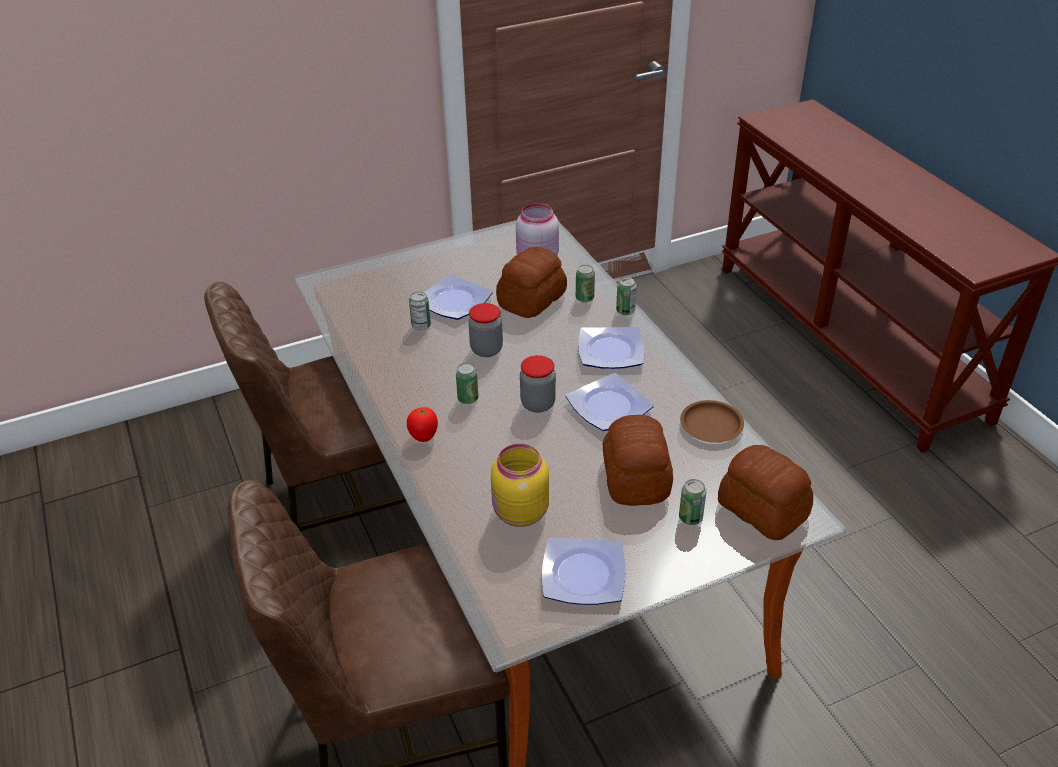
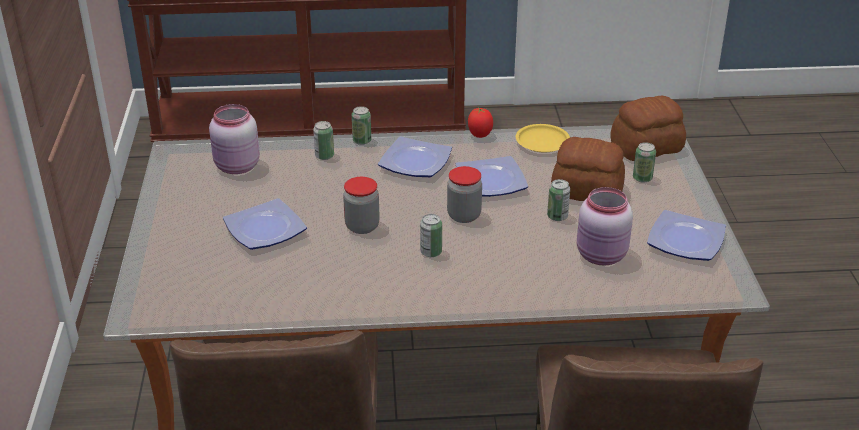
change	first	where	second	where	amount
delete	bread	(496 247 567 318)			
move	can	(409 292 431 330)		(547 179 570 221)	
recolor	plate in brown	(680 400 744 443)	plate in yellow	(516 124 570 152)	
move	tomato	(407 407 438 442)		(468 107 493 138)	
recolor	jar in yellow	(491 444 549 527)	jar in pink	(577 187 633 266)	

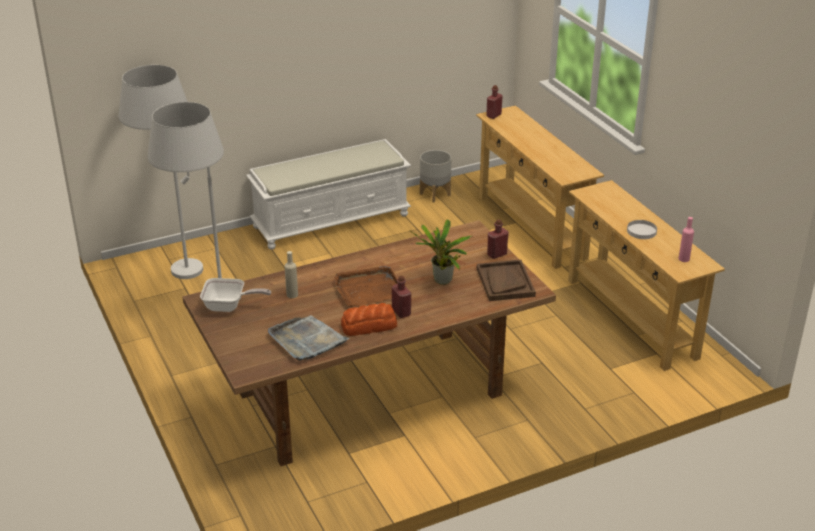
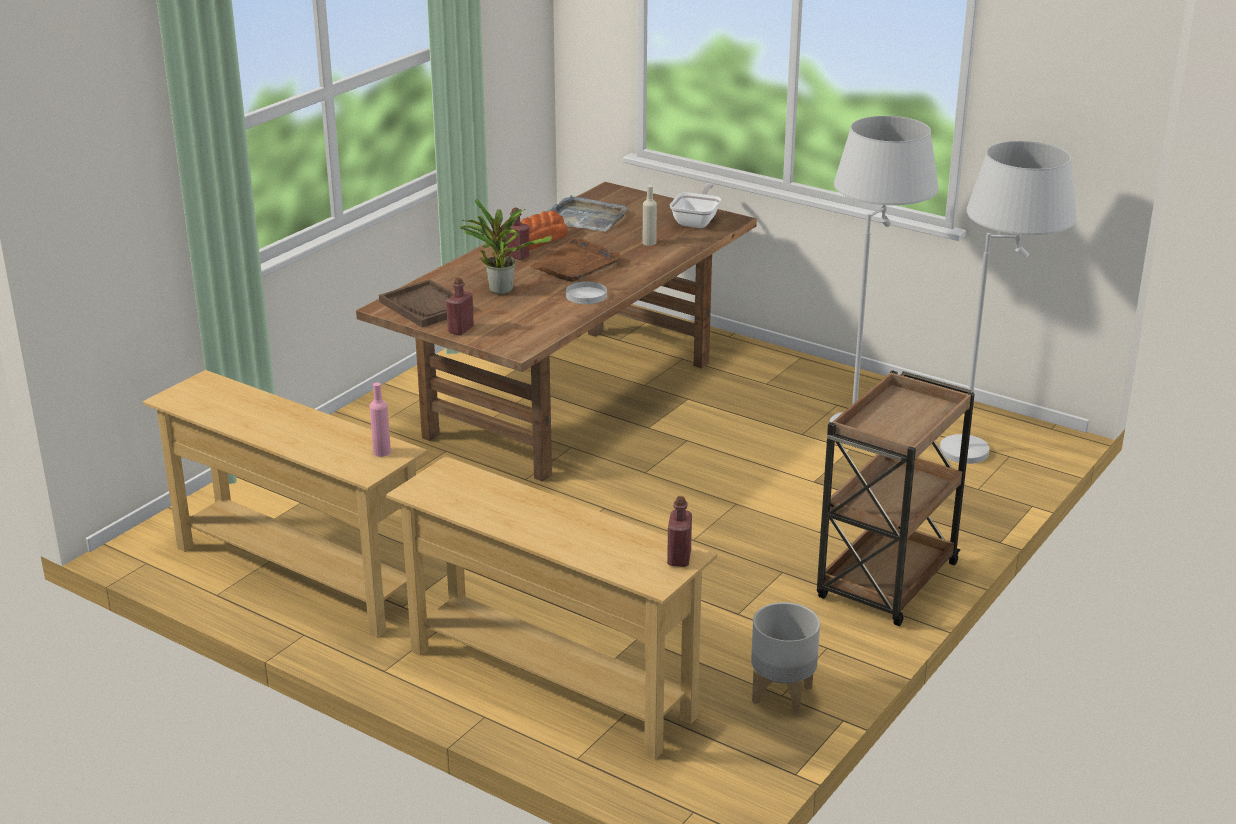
change	first	where	second	where	amount
replace	bench in white	(246 139 411 249)	cart in brown	(817 370 975 626)	
move	bottle in pink	(679 217 694 262)		(370 383 391 457)	
move	plate in white	(627 220 657 239)		(566 281 607 304)	
rotate	frying pan	(200 278 271 312)		(670 183 721 228)	135 degrees clockwise

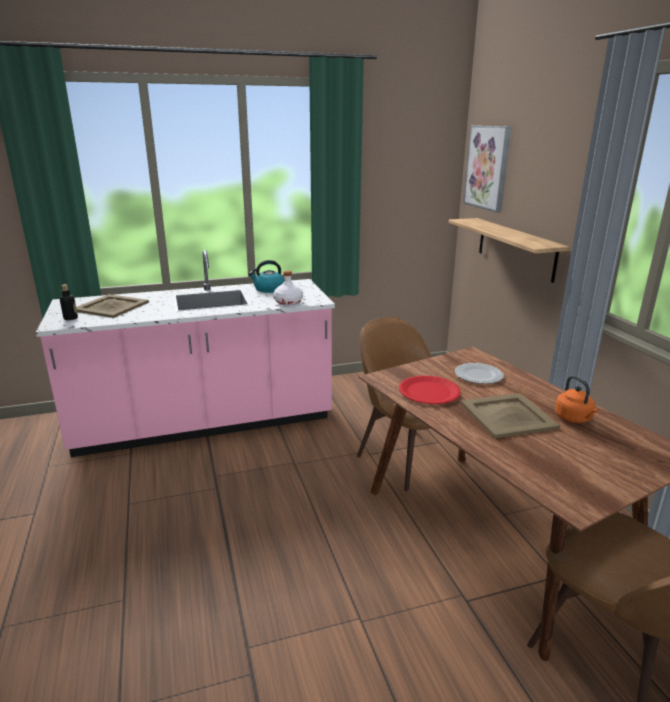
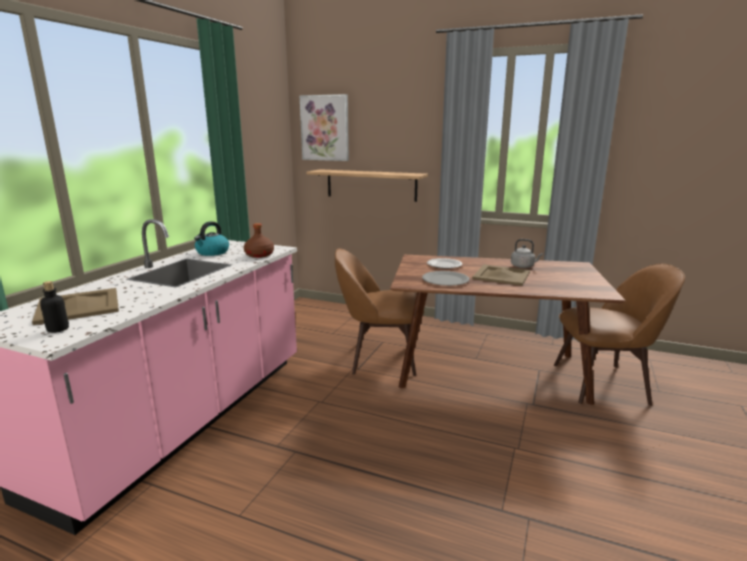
change	first	where	second	where	amount
recolor	bottle in white	(273 271 303 305)	bottle in brown	(244 223 274 258)	
recolor	plate in red	(399 376 461 404)	plate in grey	(422 271 469 286)	
recolor	kettle in orange	(555 376 599 423)	kettle in grey	(511 239 543 268)	

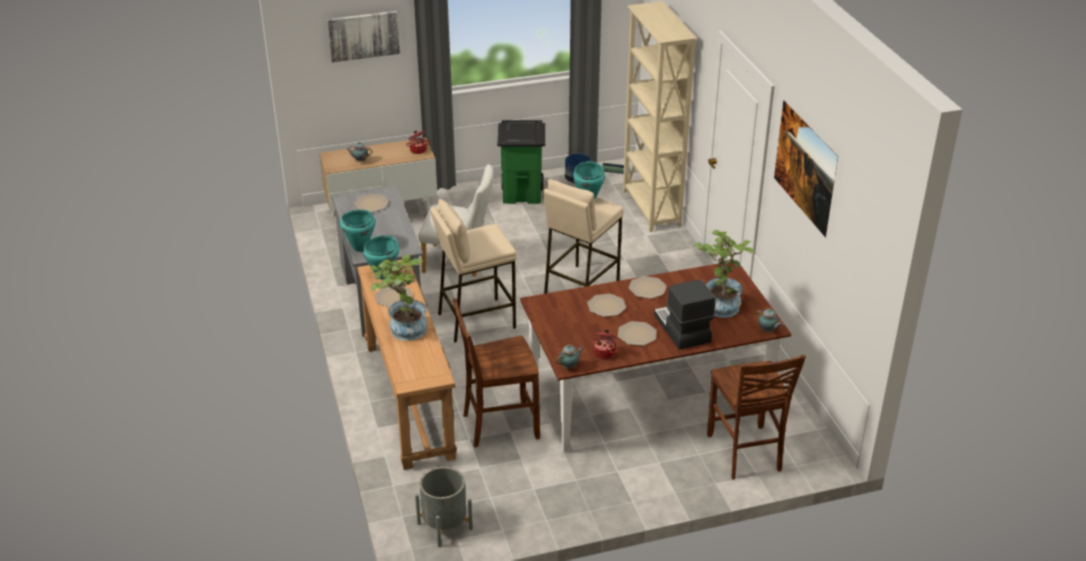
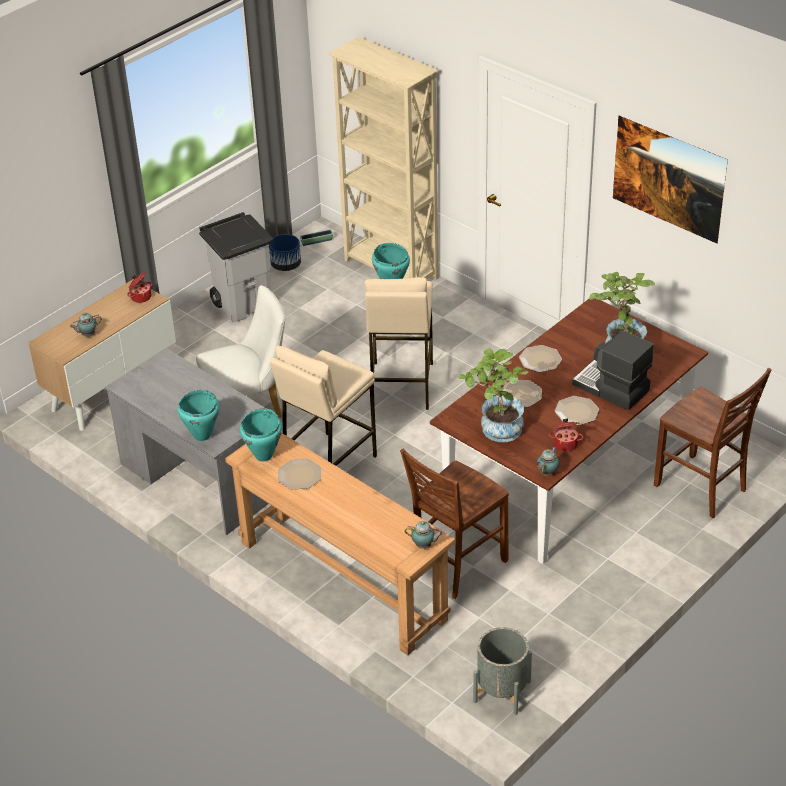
change	first	where	second	where	amount
delete	picture	(327 11 400 62)			
recolor	trash can in green	(497 120 545 204)	trash can in grey	(199 212 274 322)	
delete	plate	(354 194 389 212)			
move	potted plant	(370 254 427 341)		(458 349 528 442)	
move	teapot	(755 308 783 332)		(404 521 443 549)	

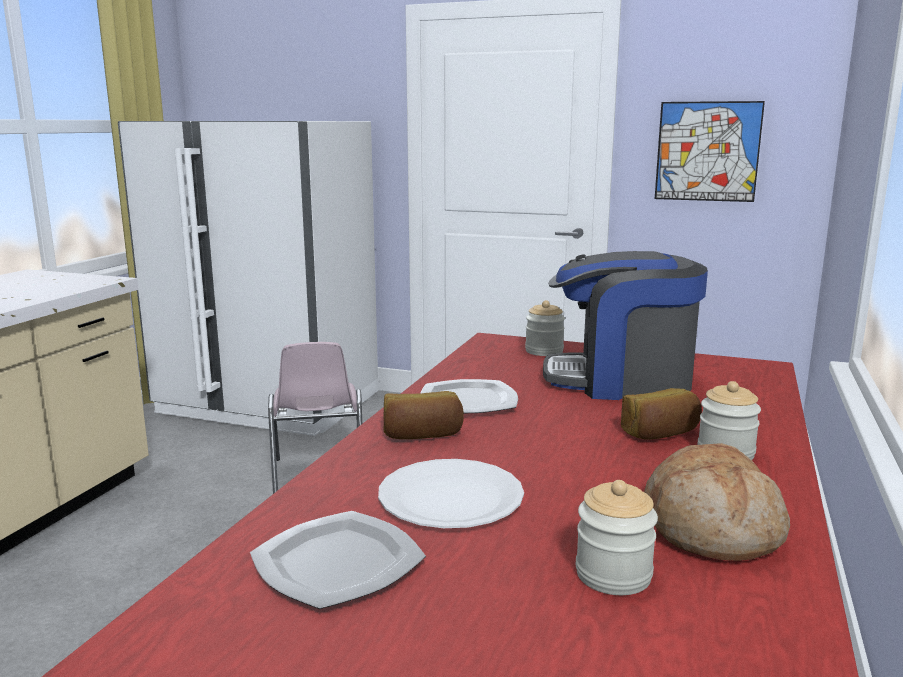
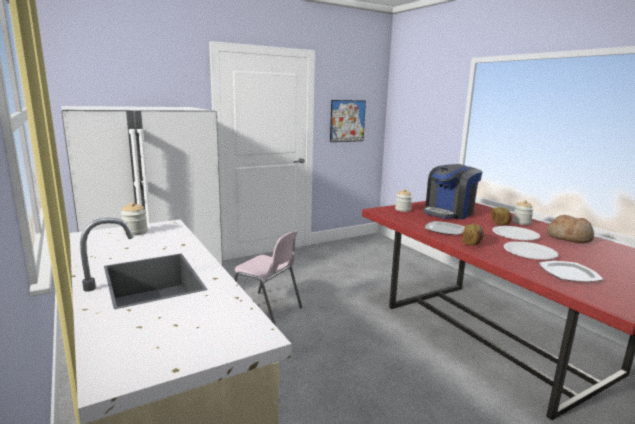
change	first	where	second	where	amount
move	jar	(576 480 658 595)		(121 202 148 236)	
insert			plate in white	(492 226 540 240)	

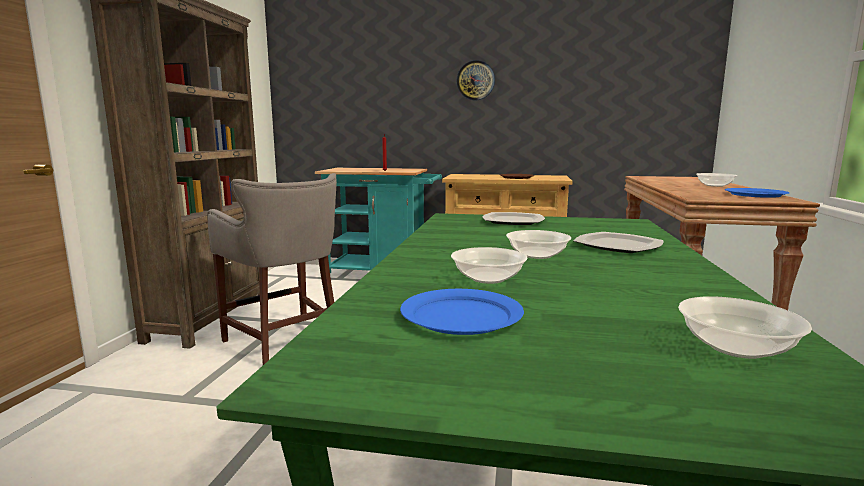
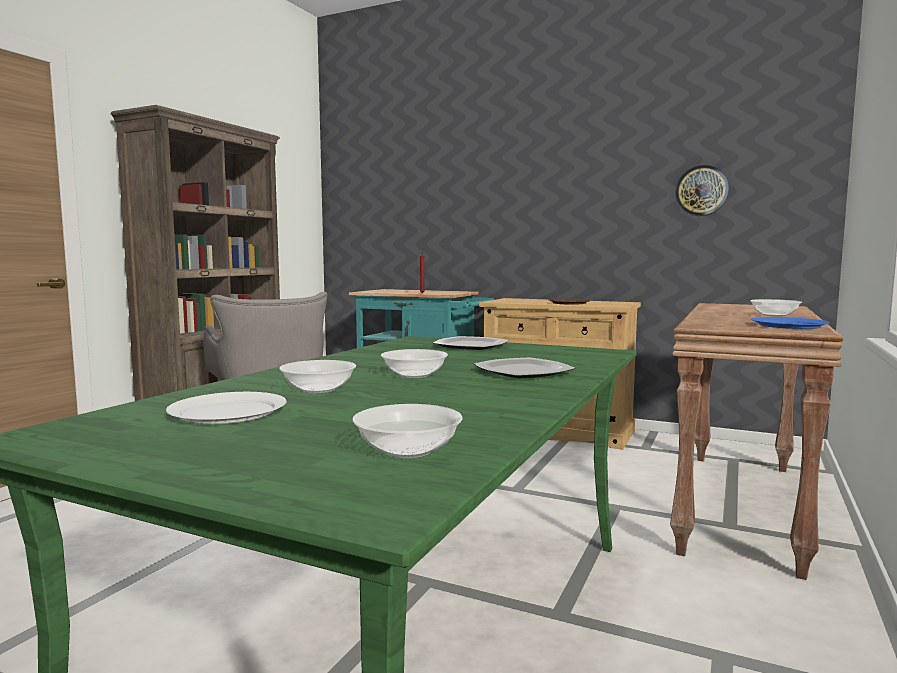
change	first	where	second	where	amount
move	wall clock	(457 60 495 101)		(675 165 729 216)	
recolor	plate in blue	(400 289 524 335)	plate in white	(166 392 287 424)	

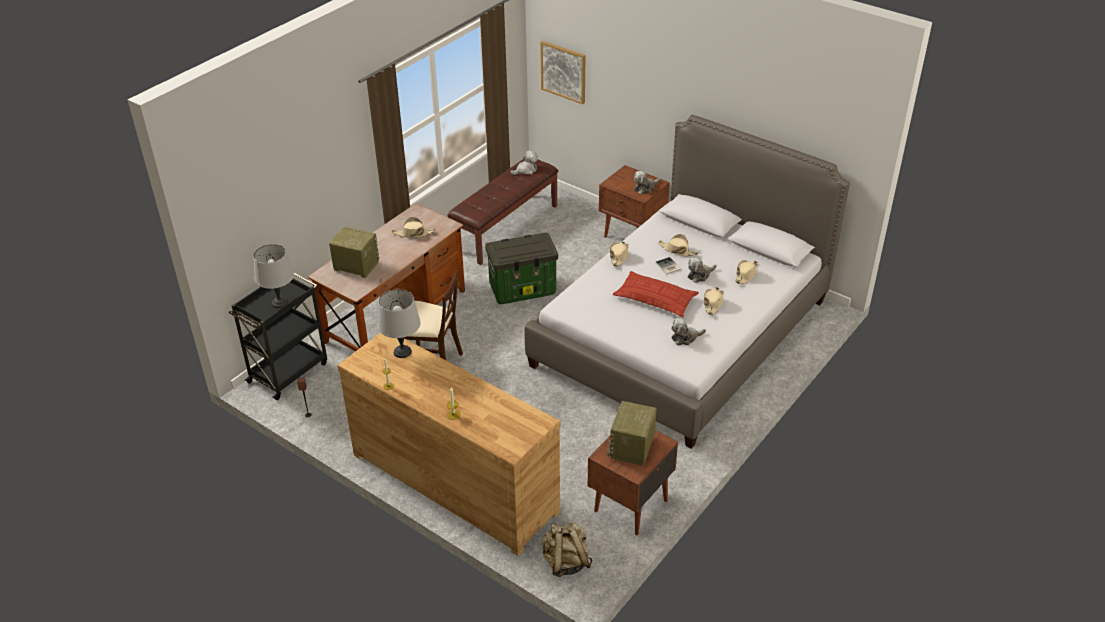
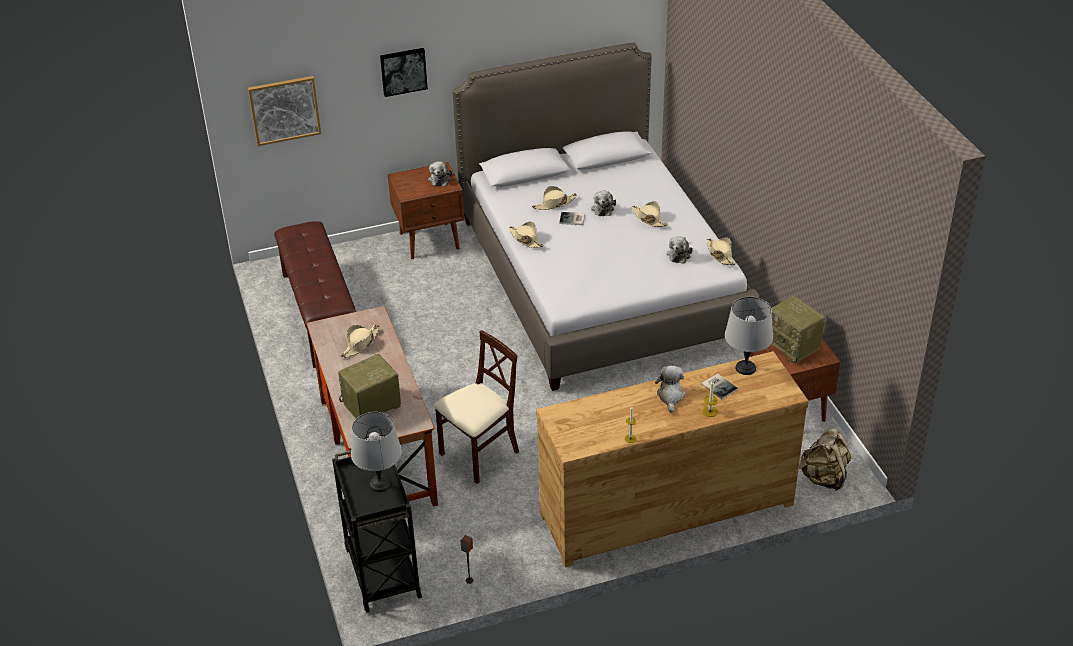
change	first	where	second	where	amount
move	plush toy	(510 150 538 175)		(655 365 686 413)	
delete	storage box	(485 233 558 304)			
move	hat in beige	(735 260 758 284)		(707 237 735 265)	
delete	pillow	(613 271 699 317)			
move	table lamp in grey	(378 289 421 358)		(725 297 773 375)	
insert			picture	(380 48 428 97)	
insert			book	(701 373 738 399)	

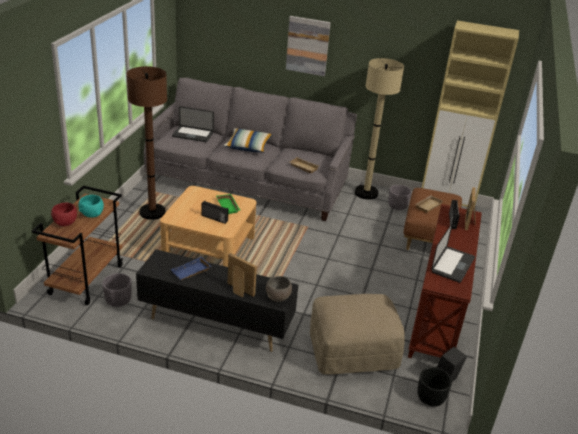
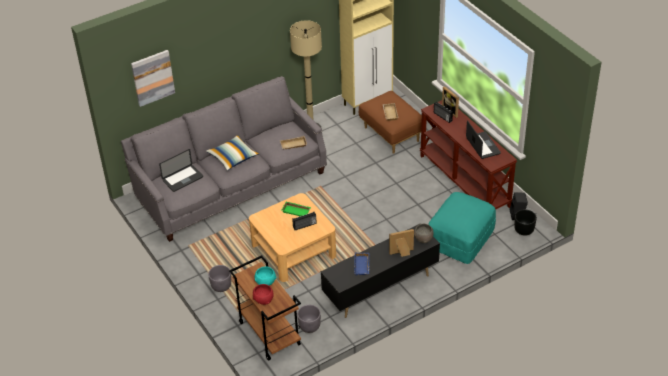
change	first	where	second	where	amount
move	picture	(286 16 331 76)		(131 50 175 107)	
delete	floor lamp in brown	(127 66 167 220)			
move	planter in grey	(388 185 412 210)		(208 265 231 292)	
recolor	ottoman in beige	(310 294 405 374)	ottoman in turquoise	(428 192 496 264)	

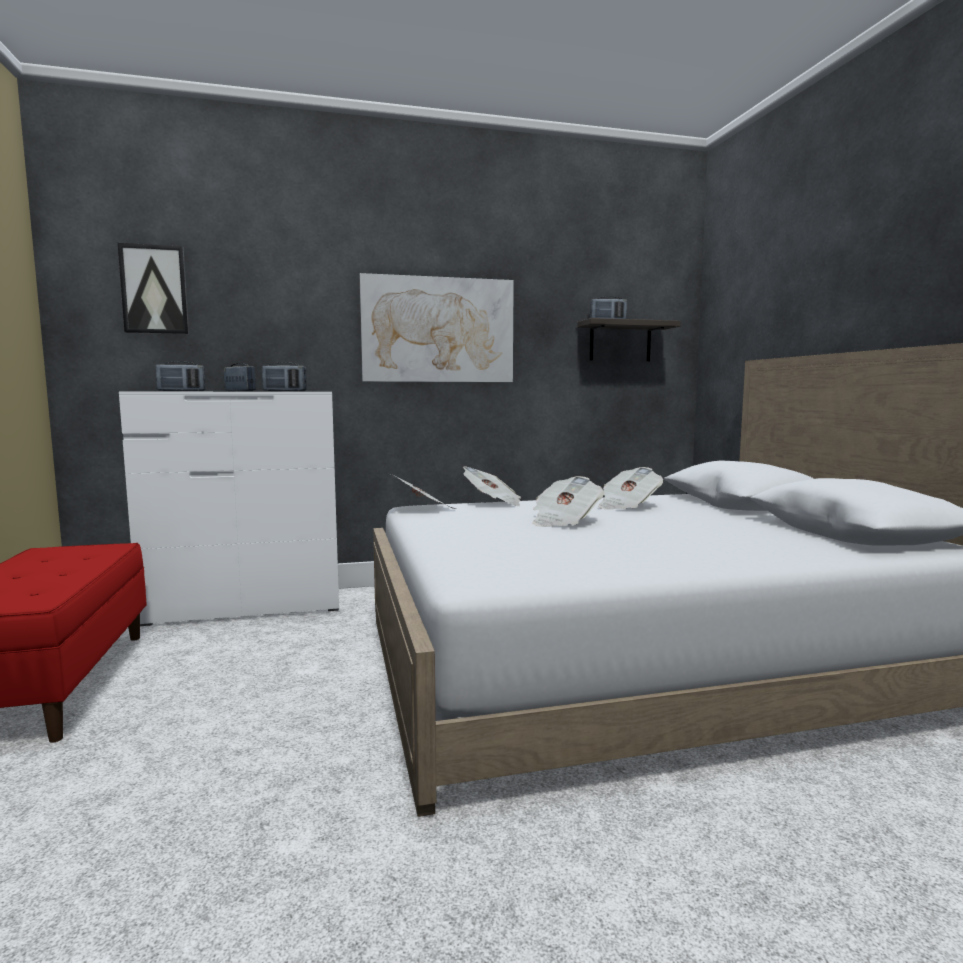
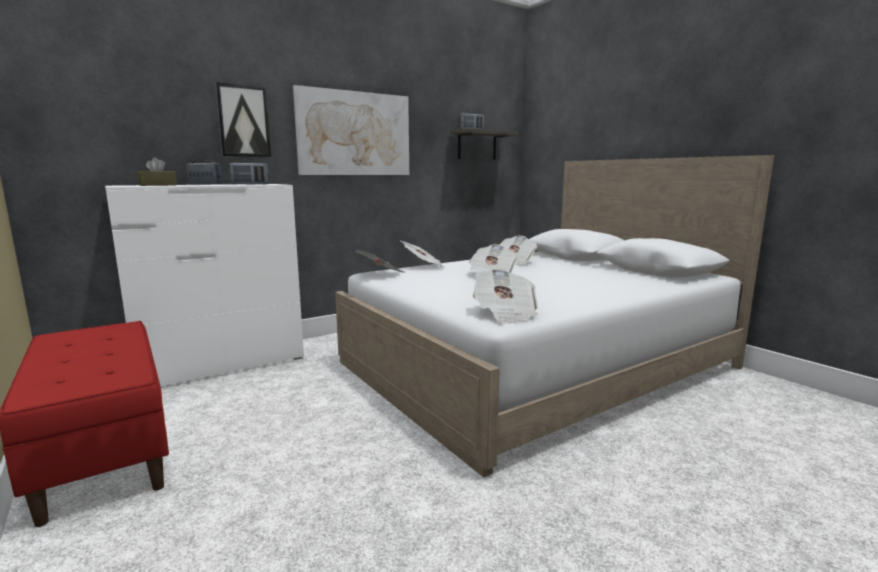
change	first	where	second	where	amount
move	picture	(118 243 189 334)		(215 82 271 157)	
replace	radio	(155 361 205 391)	tissue box in brown	(137 157 177 186)	
insert			newspaper	(473 269 538 324)	

